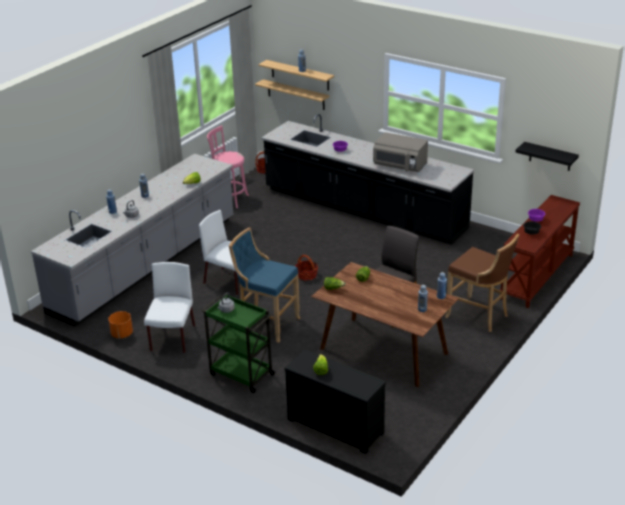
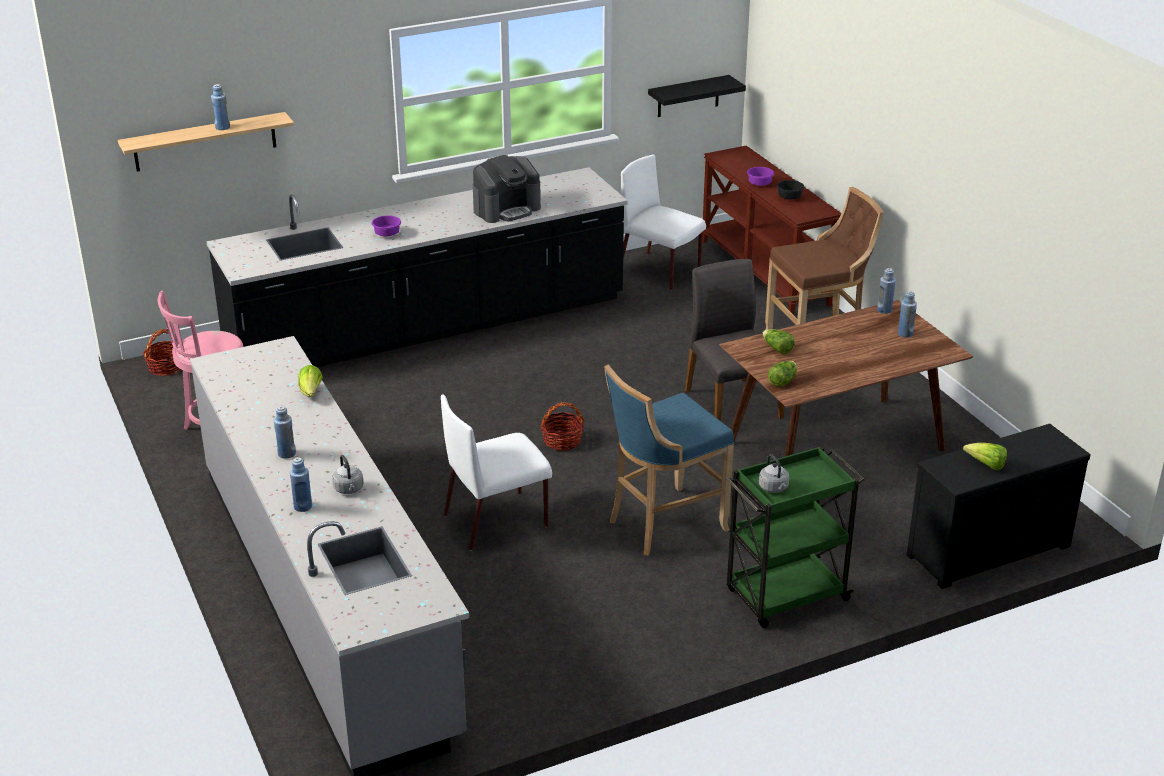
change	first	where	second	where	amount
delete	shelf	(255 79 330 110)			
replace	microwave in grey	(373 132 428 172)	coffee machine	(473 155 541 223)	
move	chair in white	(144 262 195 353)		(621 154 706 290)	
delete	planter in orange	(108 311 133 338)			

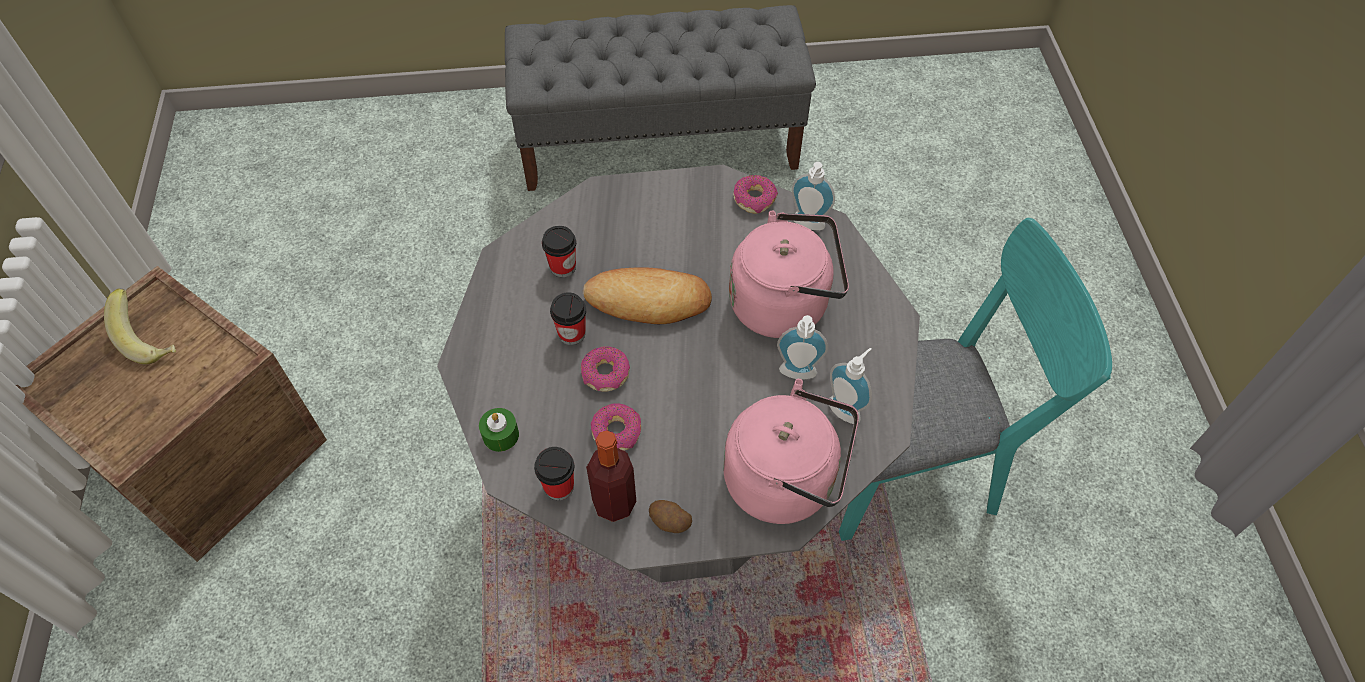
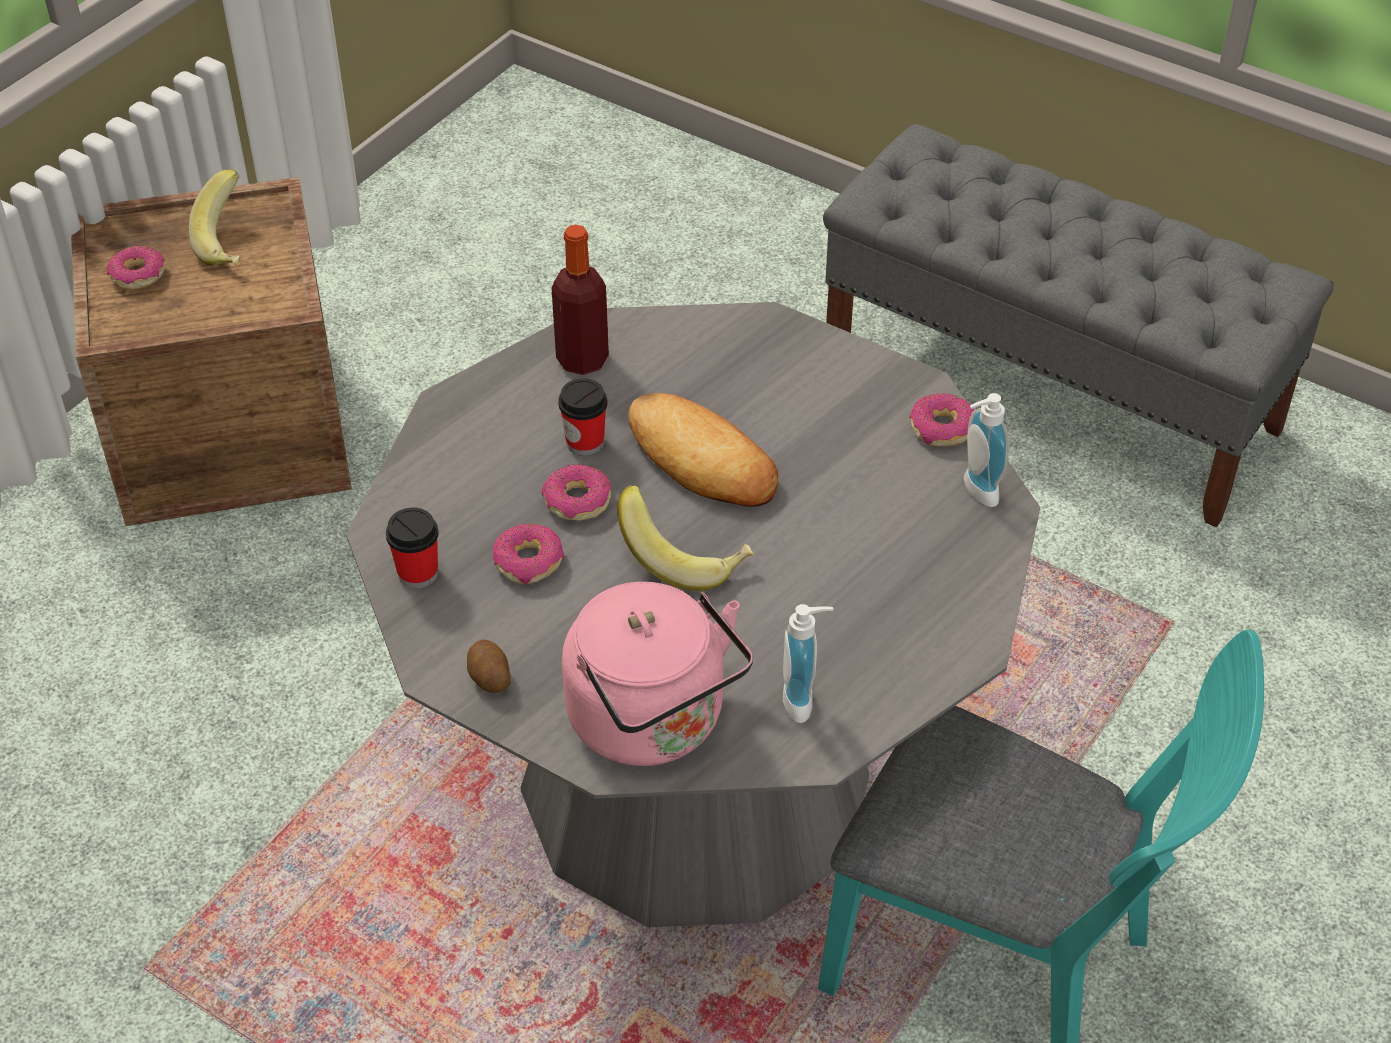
change	first	where	second	where	amount
delete	kettle in pink	(729 211 849 338)			
delete	cup	(542 226 576 277)			
delete	soap dispenser	(777 315 828 379)			
delete	candle in green	(479 408 519 452)			
move	bottle	(586 430 636 522)		(551 225 609 375)	
insert			donut	(107 246 165 289)	
insert			banana	(617 486 754 591)	

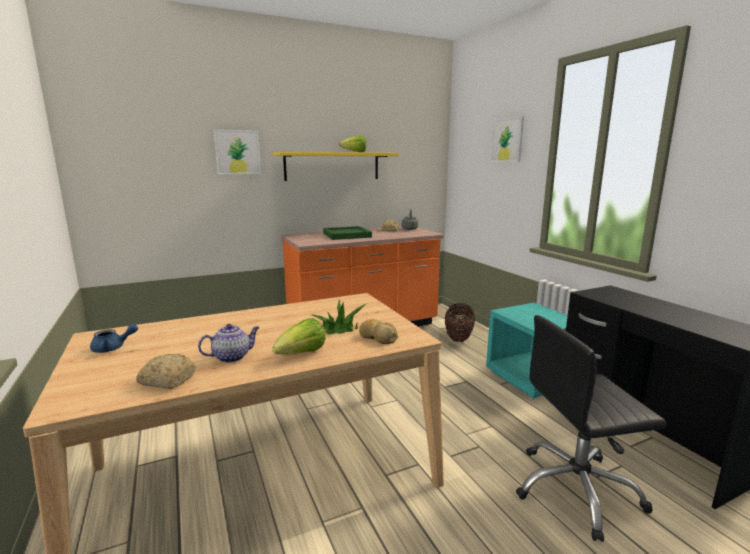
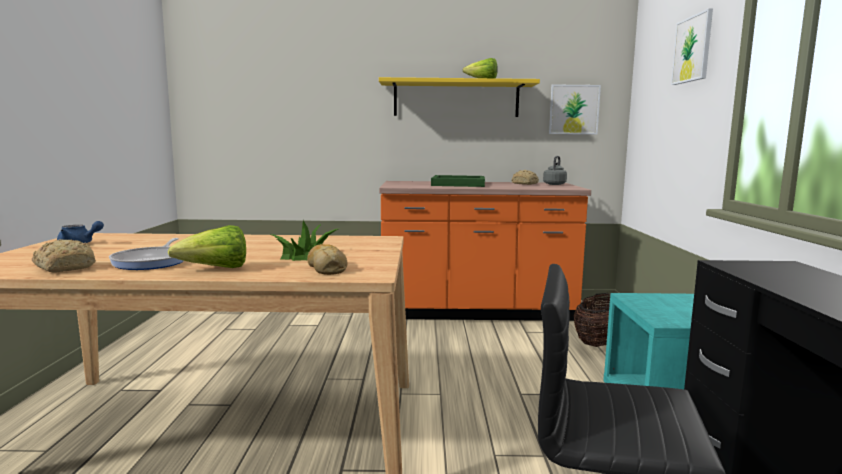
change	first	where	second	where	amount
move	picture	(213 130 261 174)		(549 84 601 134)	
replace	teapot	(198 324 260 363)	frying pan	(109 238 183 270)	

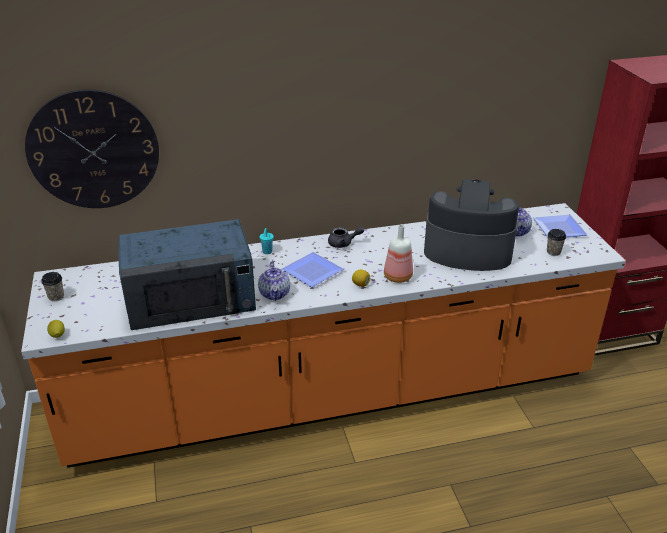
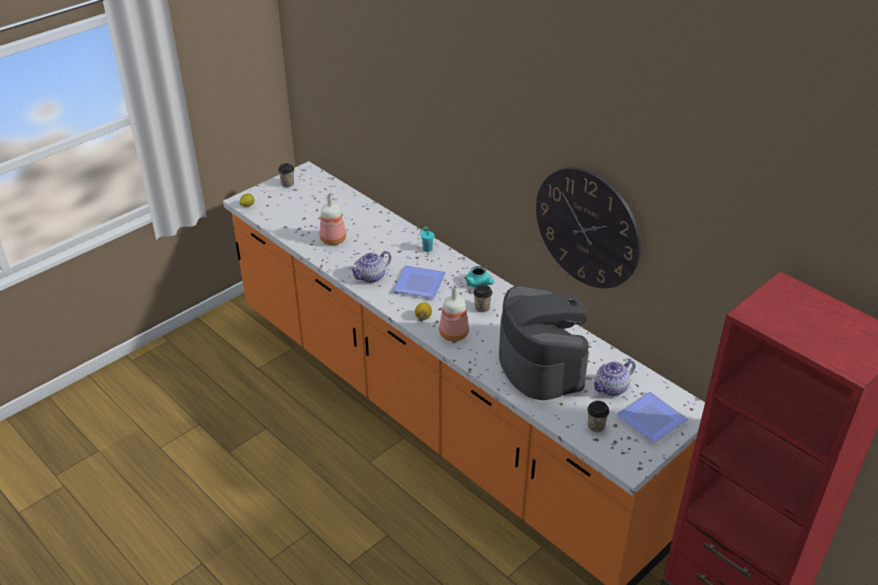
change	first	where	second	where	amount
move	wall clock	(25 89 159 208)		(536 167 641 288)	
replace	microwave in blue	(118 219 256 330)	bottle	(320 193 346 245)	
recolor	teapot in grey	(328 227 364 248)	teapot in turquoise	(465 266 494 288)	
insert			cup	(473 284 492 312)	

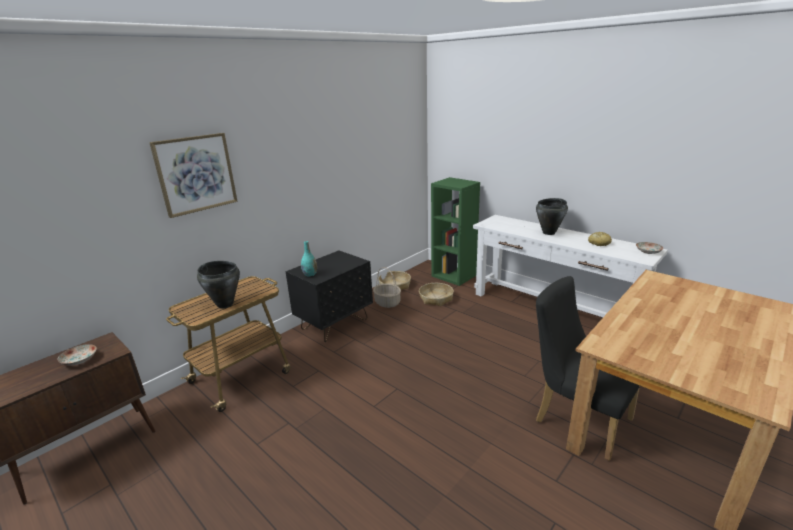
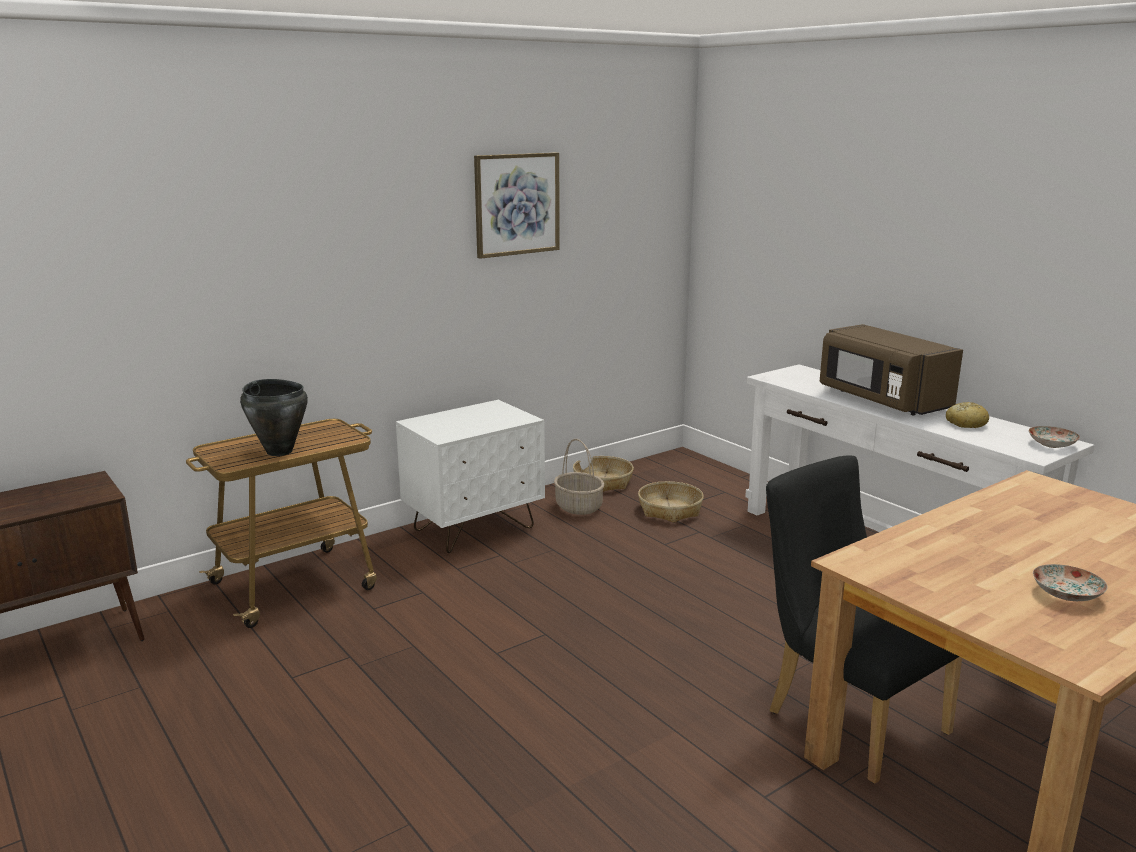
change	first	where	second	where	amount
move	picture	(149 133 238 218)		(474 152 560 259)	
delete	bookcase in green	(431 177 480 286)			
replace	cooking pot in black	(536 198 568 235)	microwave in brown	(820 324 963 415)	
delete	vase in turquoise	(301 241 317 277)			
recolor	nightstand in black	(286 251 373 342)	nightstand in white	(396 400 545 553)	
move	plate	(57 344 97 365)		(1033 564 1107 601)	

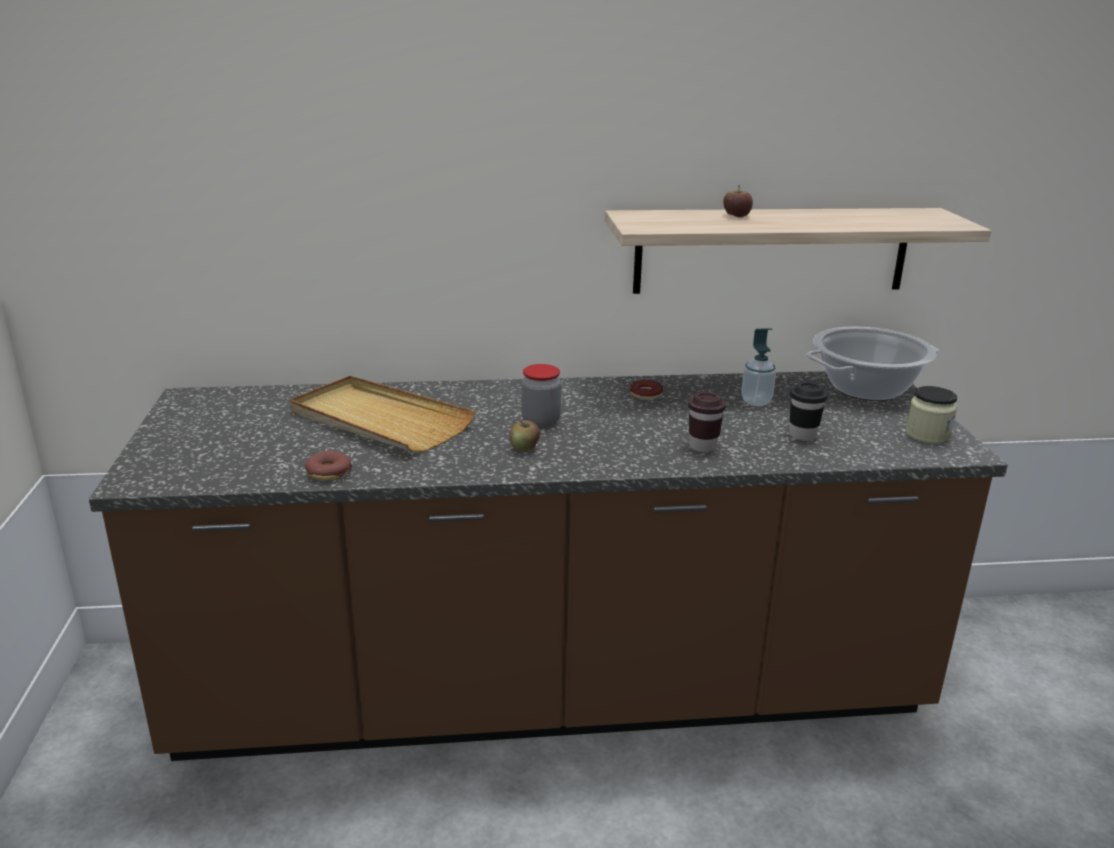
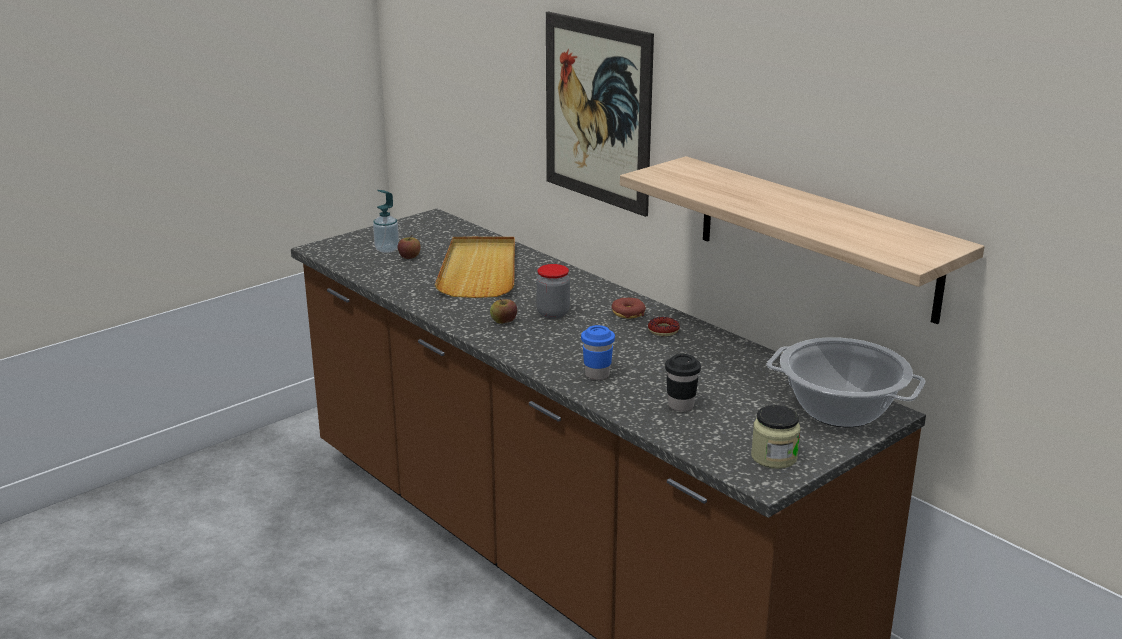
change	first	where	second	where	amount
move	apple	(723 186 753 217)		(398 235 421 259)	
move	soap dispenser	(741 328 776 406)		(373 190 399 253)	
recolor	cup in brown	(688 392 726 453)	cup in blue	(581 325 615 380)	
move	donut	(305 451 352 481)		(611 298 646 319)	
insert			picture	(546 11 654 217)	

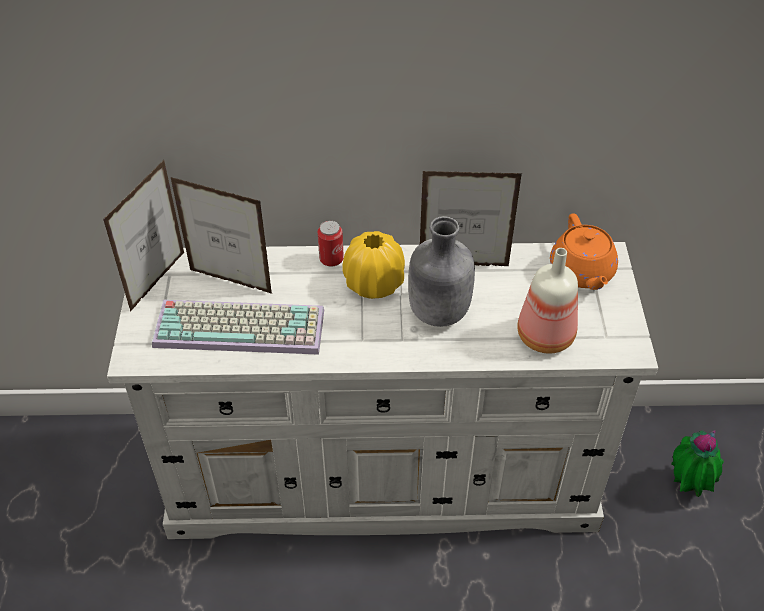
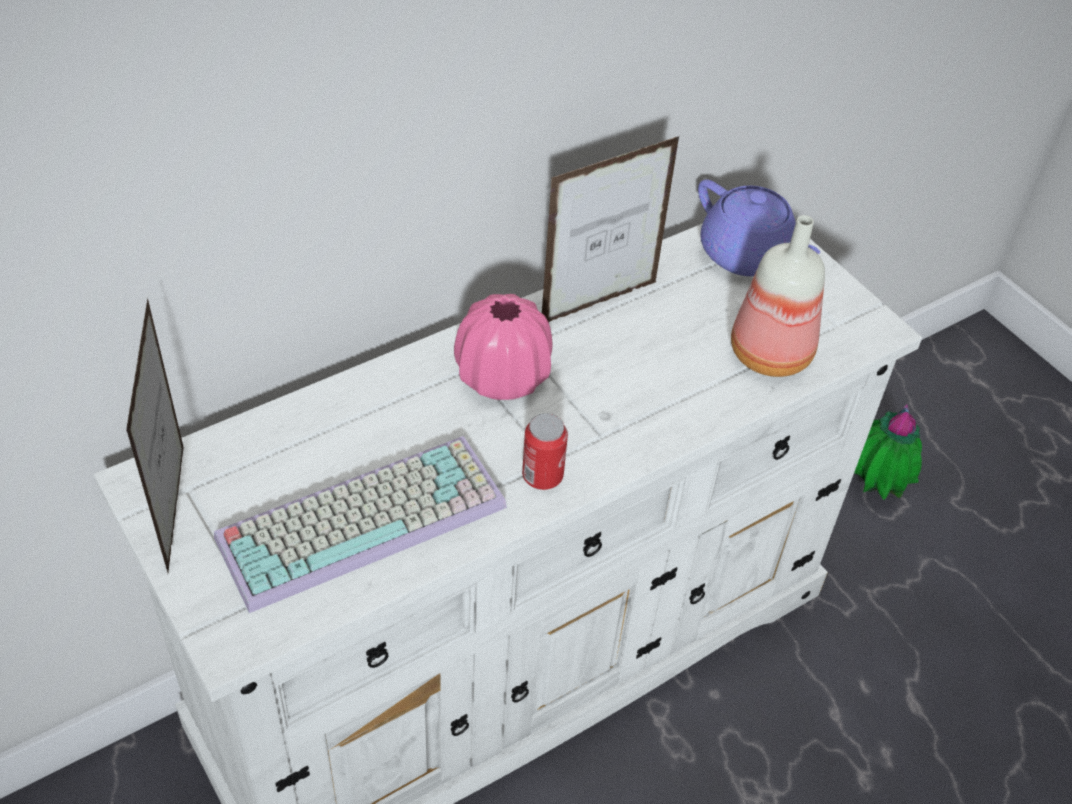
change	first	where	second	where	amount
delete	picture frame	(171 177 273 294)			
recolor	teapot in orange	(550 213 618 290)	teapot in purple	(698 179 820 276)	
delete	bottle in grey	(408 216 475 327)			
move	can	(318 220 344 267)		(522 413 568 490)	
recolor	vase in yellow	(342 231 405 299)	vase in pink	(454 294 553 400)	

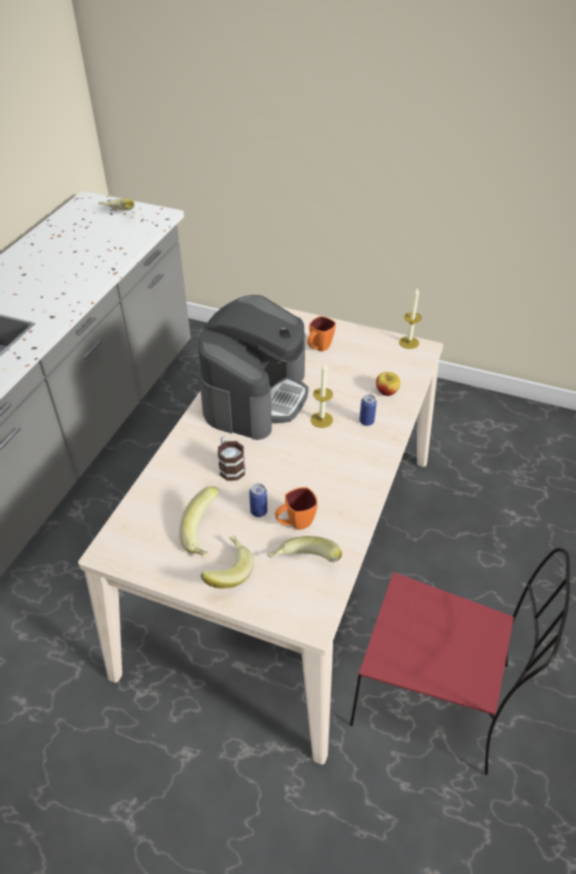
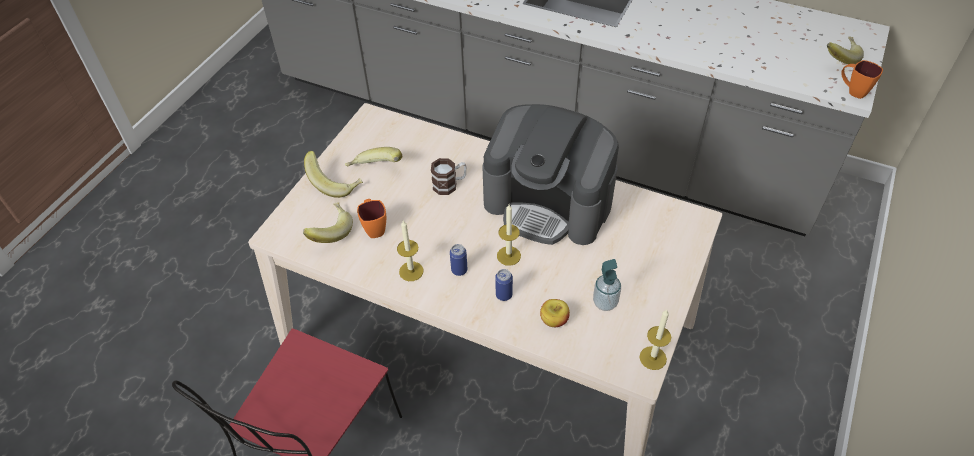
change	first	where	second	where	amount
move	mug in orange	(307 316 336 352)		(841 60 883 99)	
move	can	(249 483 267 517)		(450 244 468 276)	
insert			candle	(397 220 423 281)	
insert			soap dispenser	(593 259 621 311)	

